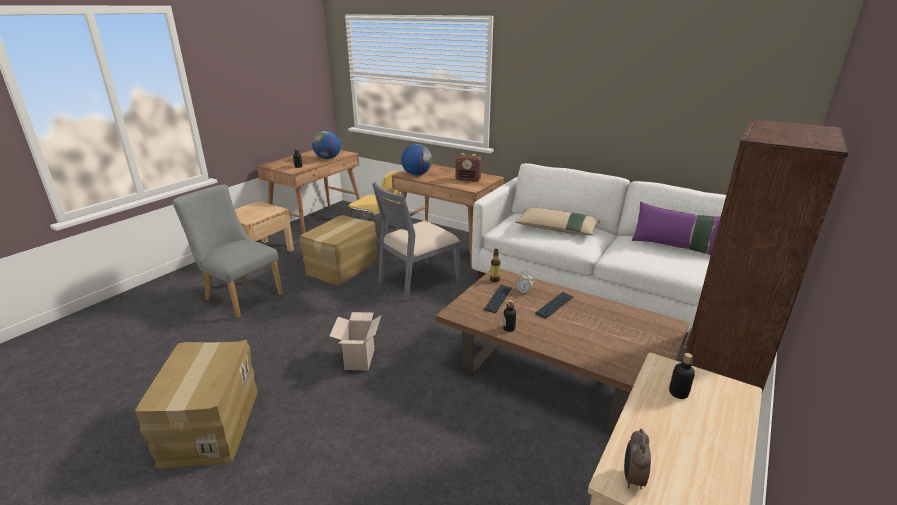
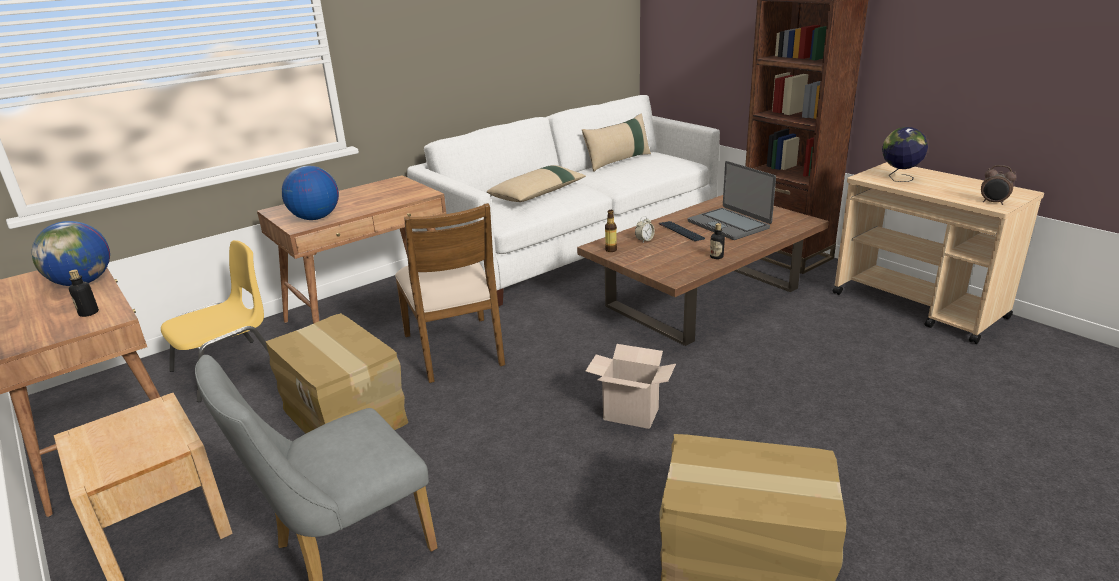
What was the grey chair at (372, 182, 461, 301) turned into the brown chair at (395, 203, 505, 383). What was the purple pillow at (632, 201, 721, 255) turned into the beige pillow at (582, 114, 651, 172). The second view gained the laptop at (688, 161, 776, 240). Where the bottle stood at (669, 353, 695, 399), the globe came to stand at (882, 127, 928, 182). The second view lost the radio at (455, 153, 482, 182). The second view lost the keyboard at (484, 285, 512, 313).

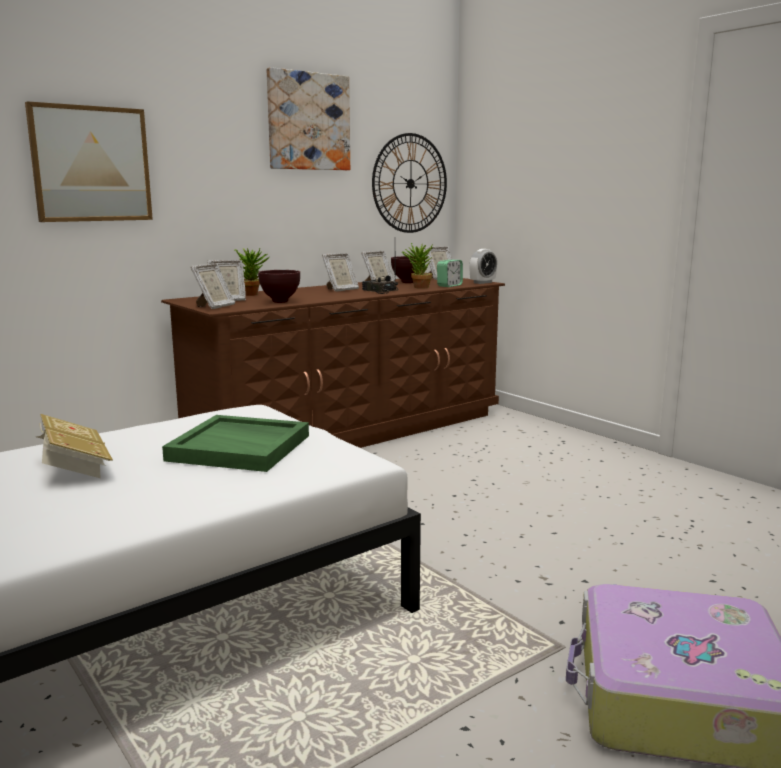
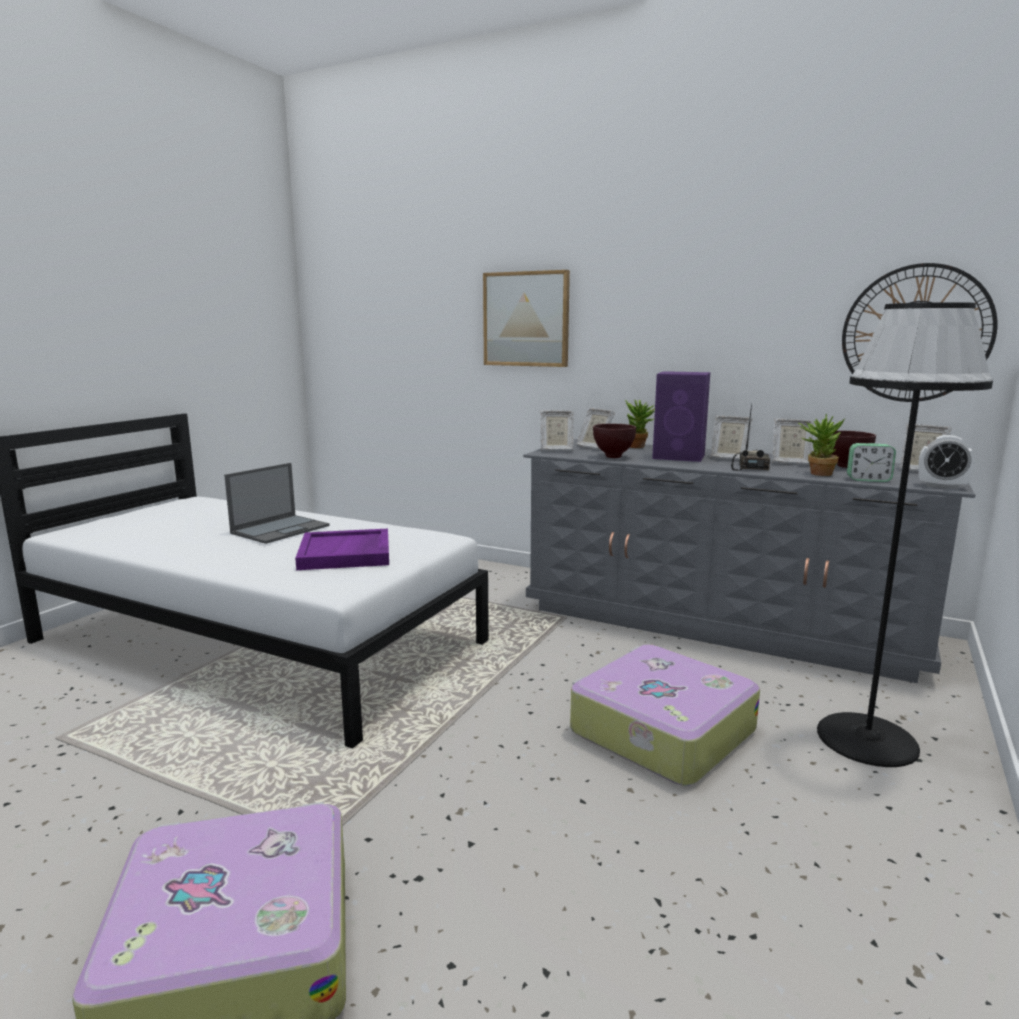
Where the book stood at (37, 414, 113, 478), the laptop came to stand at (224, 463, 330, 544). What was the green tray at (162, 415, 309, 472) turned into the purple tray at (295, 529, 389, 570). What was the brown dresser at (161, 278, 505, 448) turned into the grey dresser at (523, 439, 975, 683). The second view gained the suitcase at (570, 645, 760, 786). The second view gained the purple speaker at (652, 371, 710, 462). The second view gained the black floor lamp at (817, 302, 993, 767). The second view lost the picture at (267, 67, 350, 170).

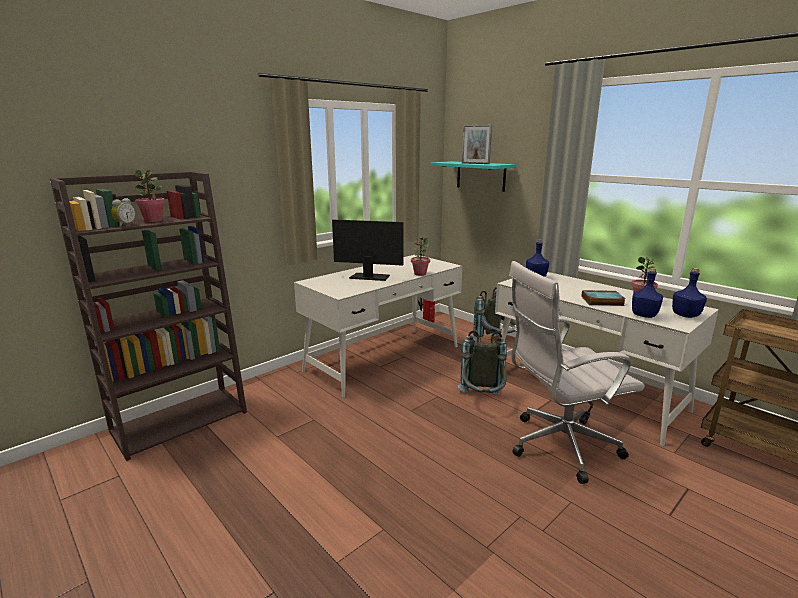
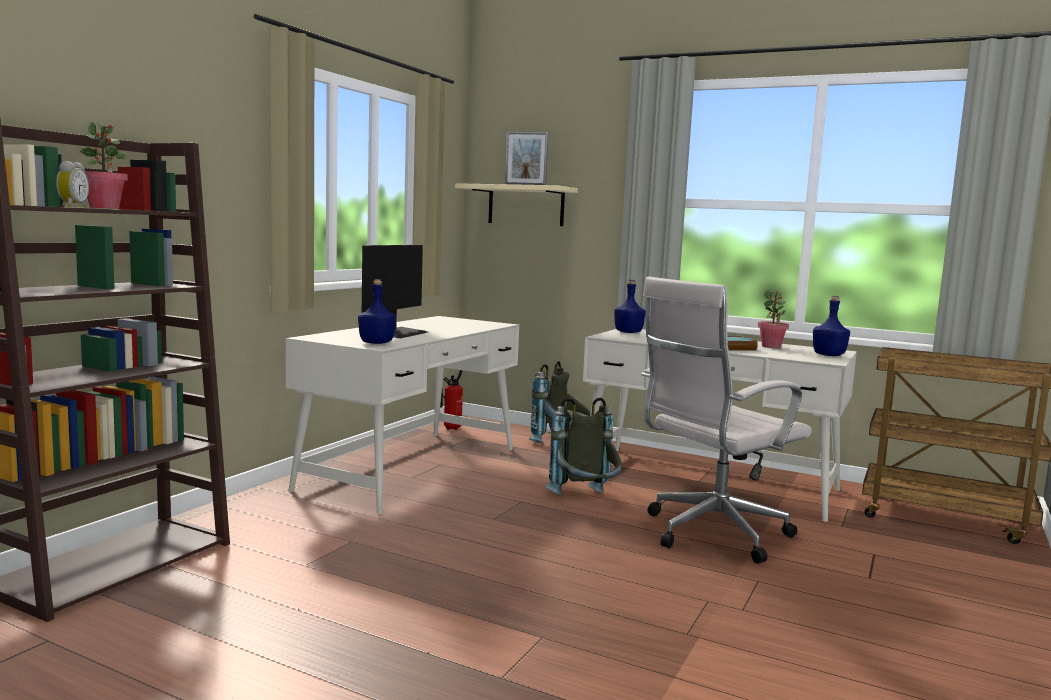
The blue bottle ended up elsewhere, having gone from (632, 268, 663, 318) to (358, 279, 396, 344). The monitor at (332, 220, 404, 281) ended up facing another way, 120 degrees clockwise from before. What was the turquoise shelf at (431, 161, 515, 192) turned into the beige shelf at (455, 183, 578, 226). The second view lost the potted plant at (411, 237, 430, 276).

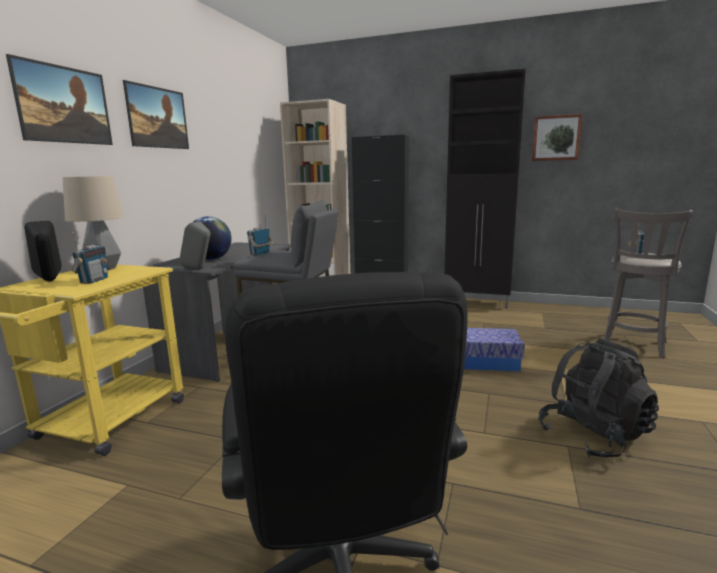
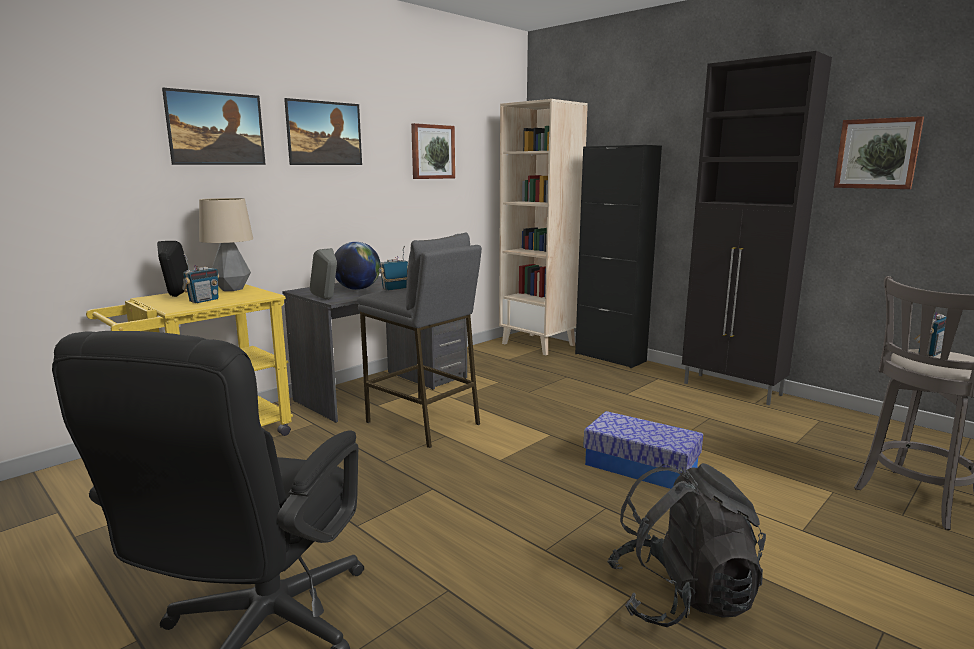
The second view gained the picture at (411, 123, 455, 179).

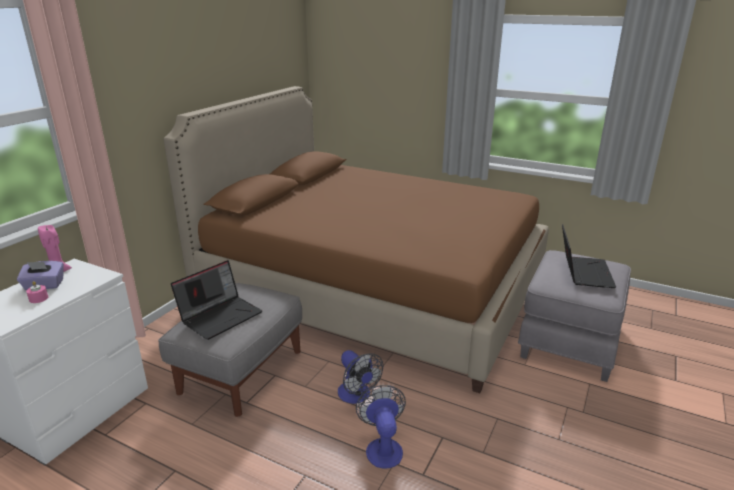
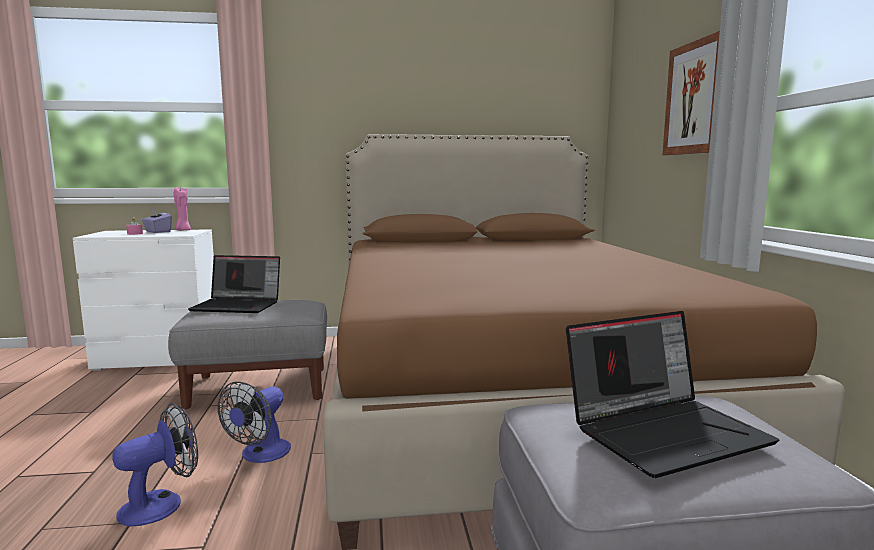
The second view gained the picture at (663, 31, 720, 155).

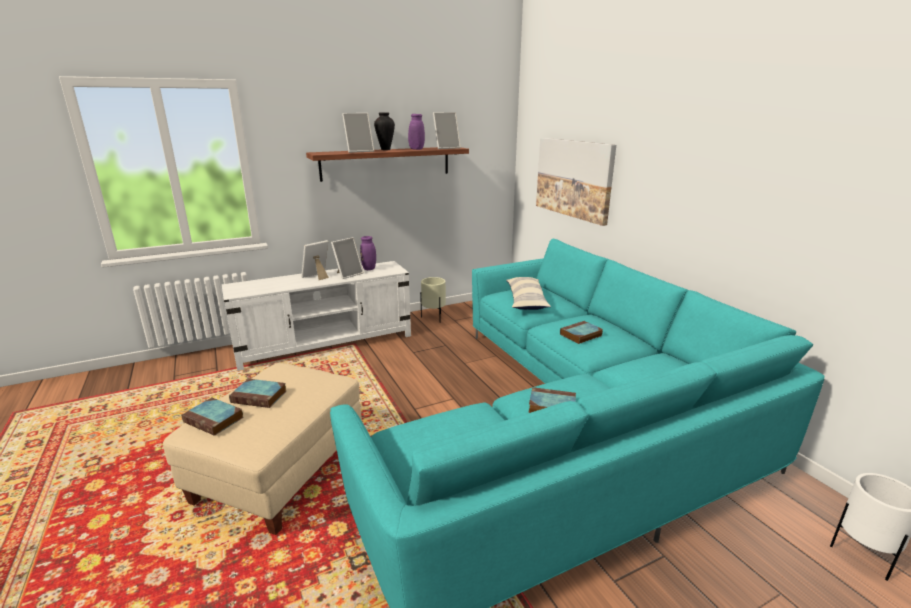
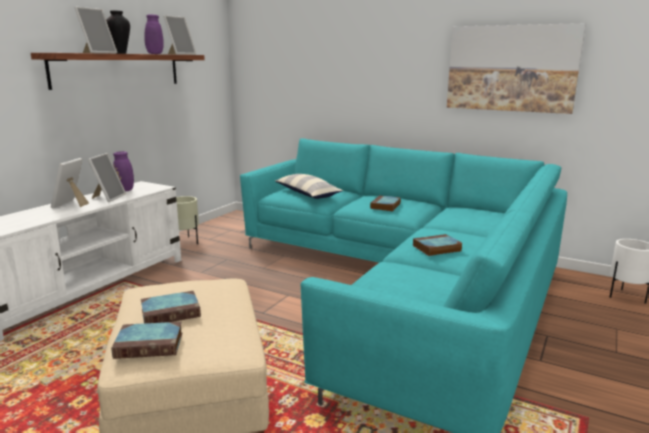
The picture ended up elsewhere, having gone from (536, 138, 616, 226) to (447, 23, 586, 114).

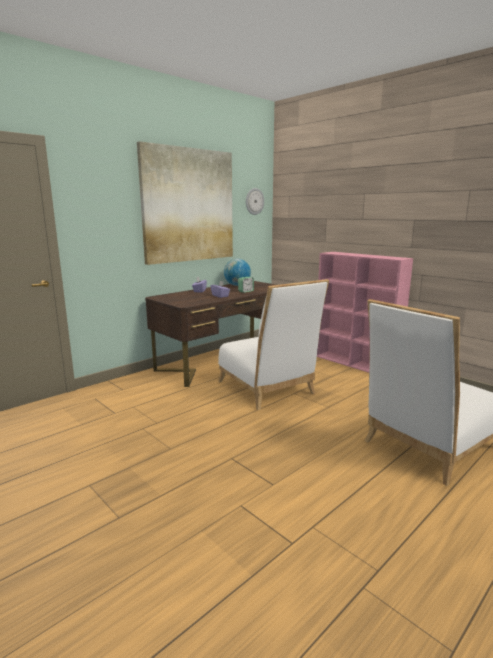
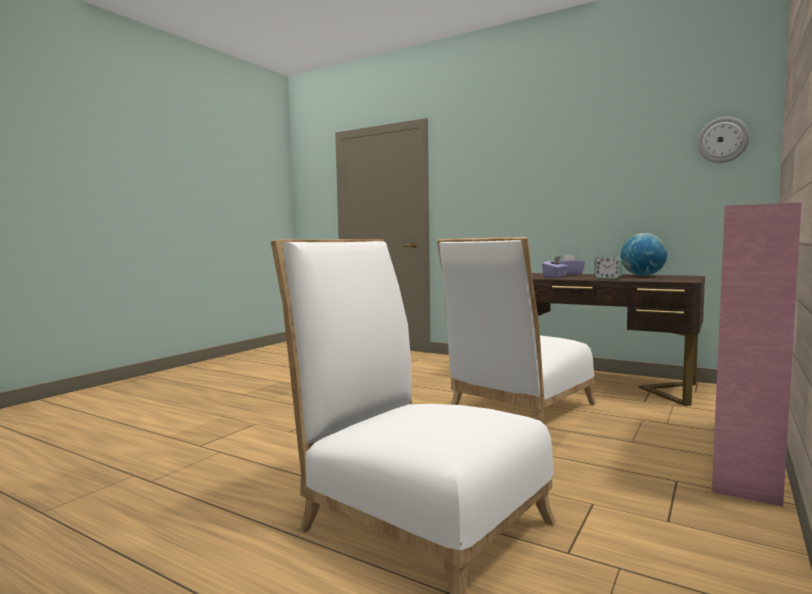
The second view lost the picture at (137, 141, 233, 265).

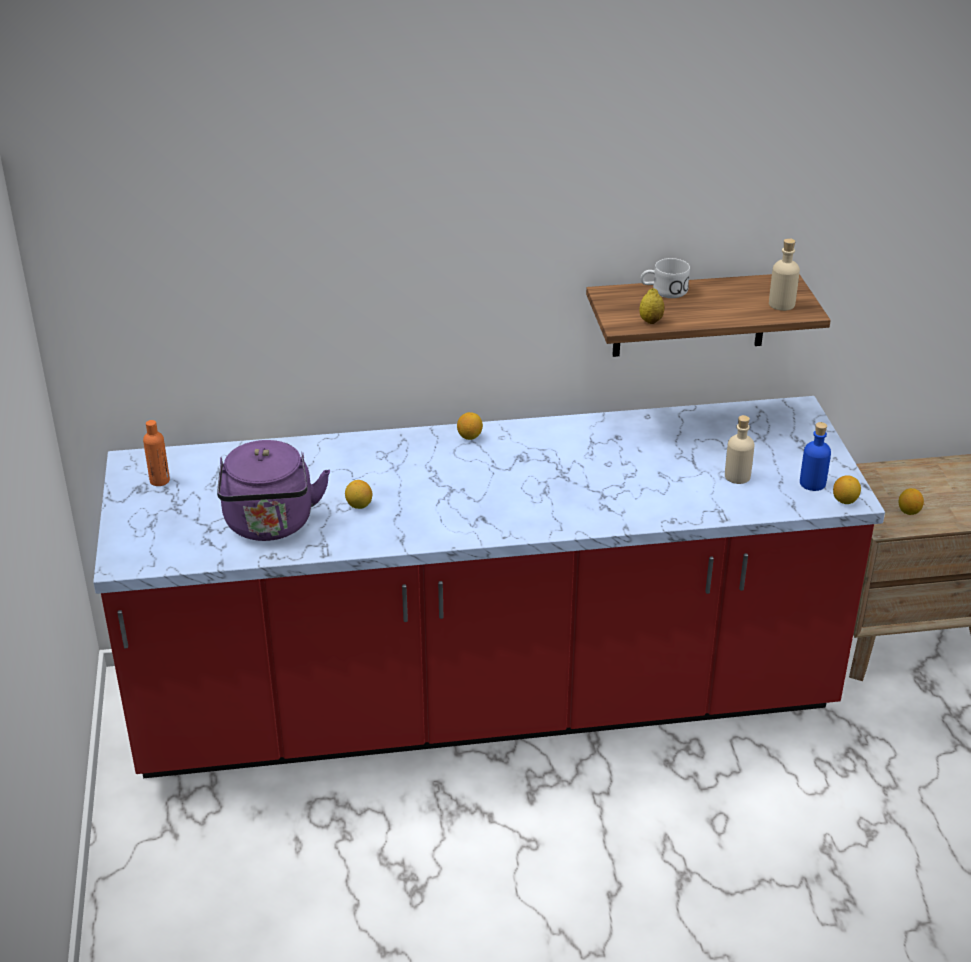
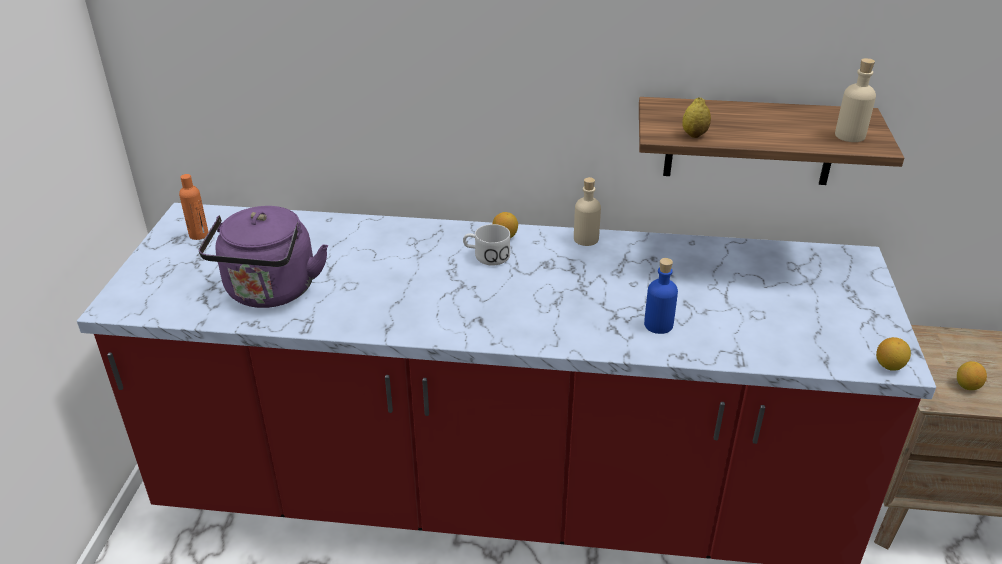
The white mug ended up elsewhere, having gone from (641, 258, 690, 298) to (463, 224, 510, 266). The beige bottle ended up elsewhere, having gone from (725, 415, 754, 484) to (574, 177, 601, 246). The blue bottle ended up elsewhere, having gone from (800, 422, 831, 491) to (644, 258, 678, 334). The second view lost the lemon at (345, 480, 372, 509).

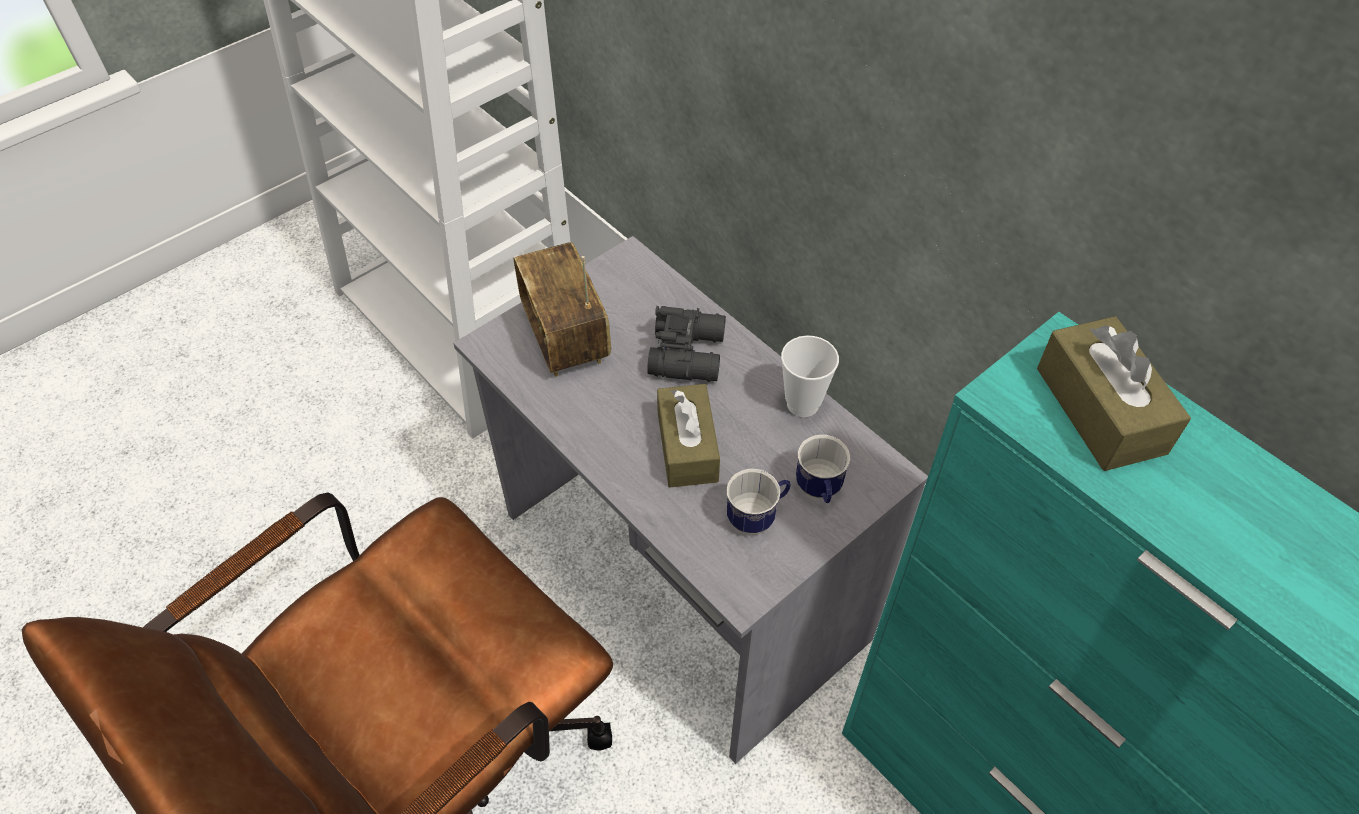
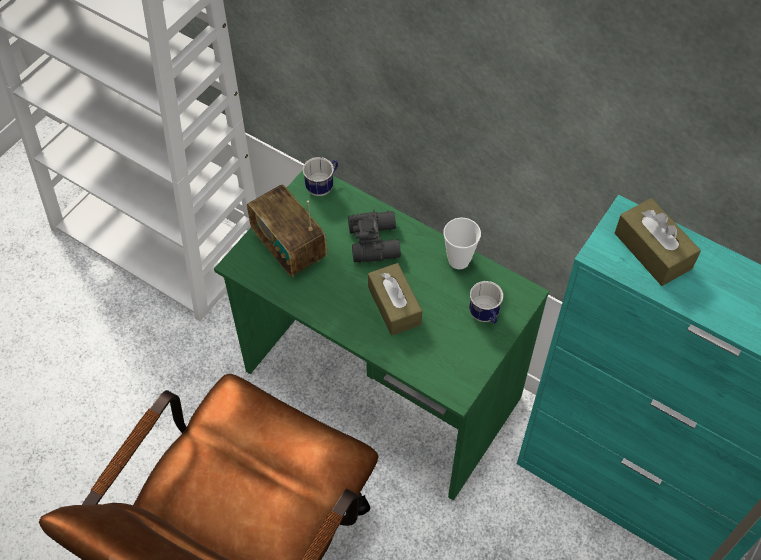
What was the grey desk at (453, 236, 928, 764) turned into the green desk at (214, 170, 549, 501). The mug ended up elsewhere, having gone from (727, 469, 791, 535) to (303, 157, 338, 196).

